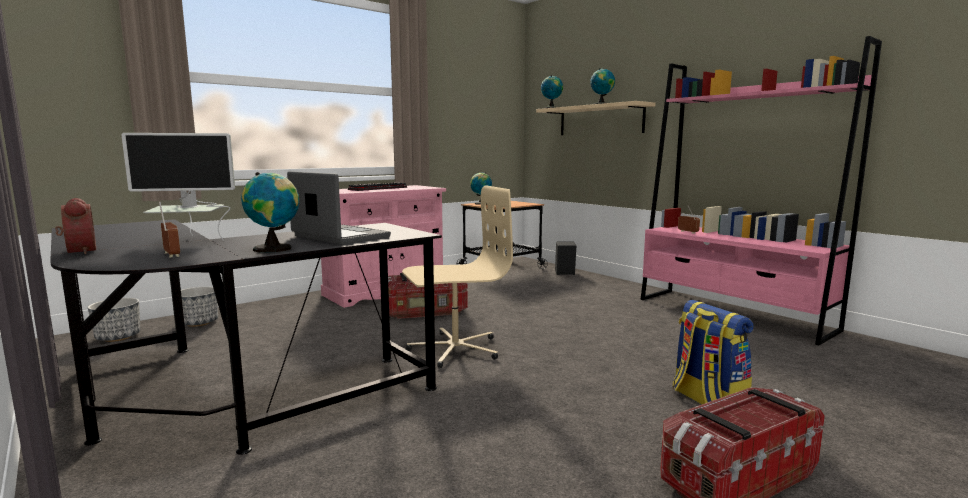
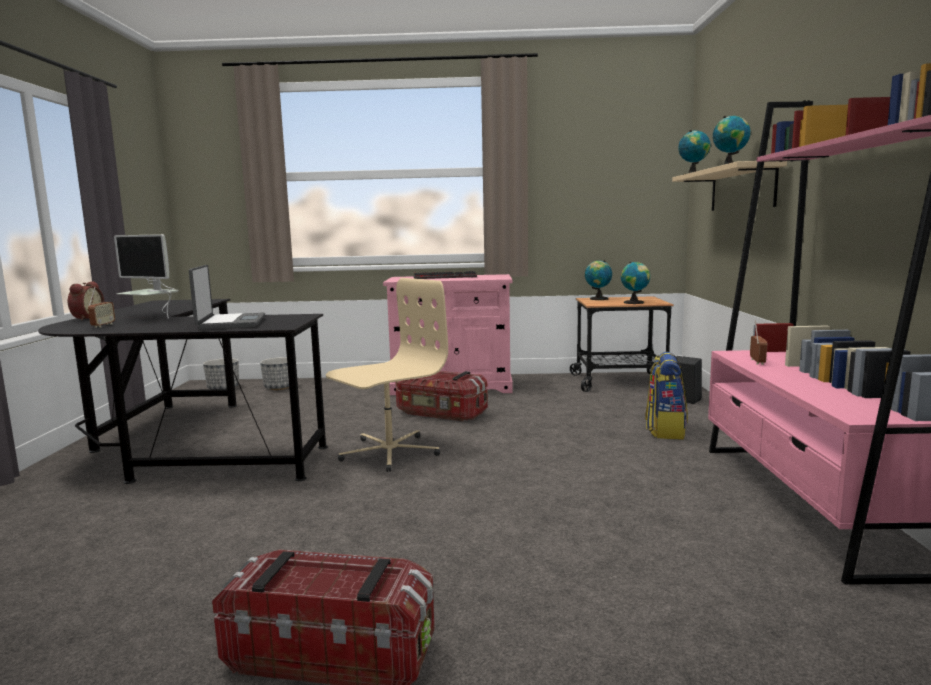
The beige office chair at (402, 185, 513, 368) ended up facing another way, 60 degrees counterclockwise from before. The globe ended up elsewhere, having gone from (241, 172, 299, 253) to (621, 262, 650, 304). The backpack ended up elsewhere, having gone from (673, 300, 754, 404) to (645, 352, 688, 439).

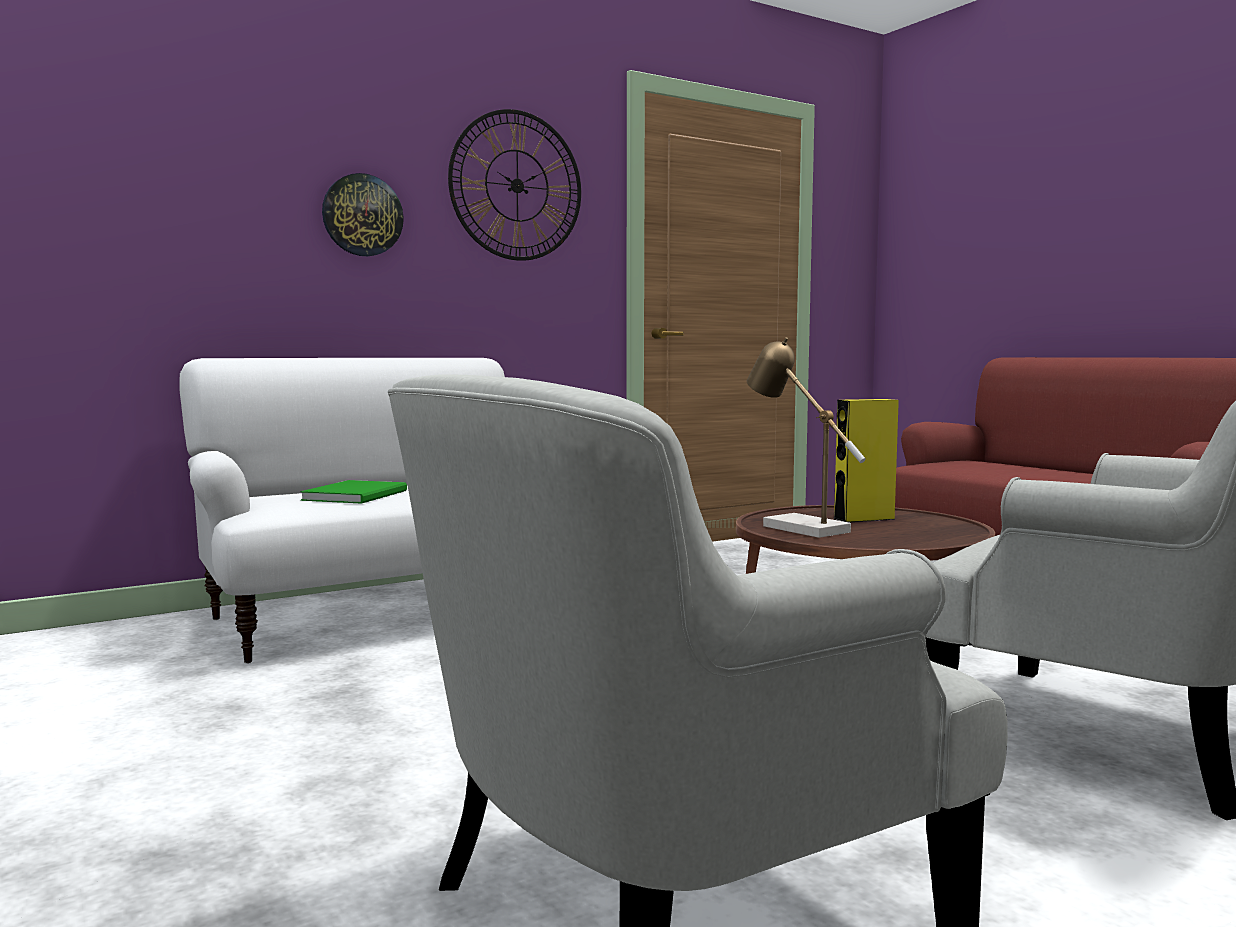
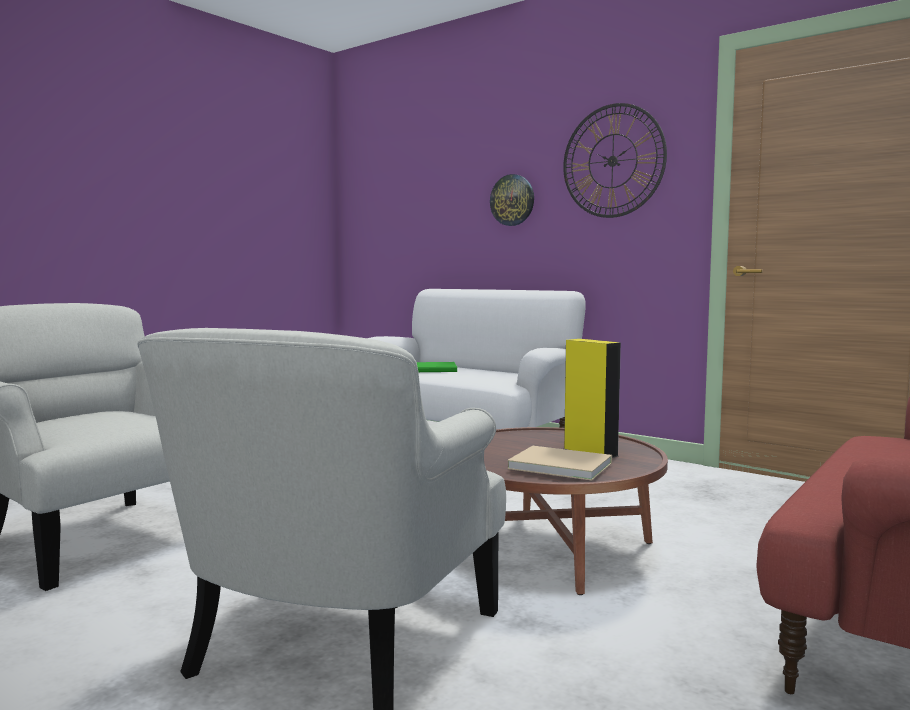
The second view gained the beige book at (507, 446, 612, 481). The second view lost the table lamp at (747, 337, 866, 538).

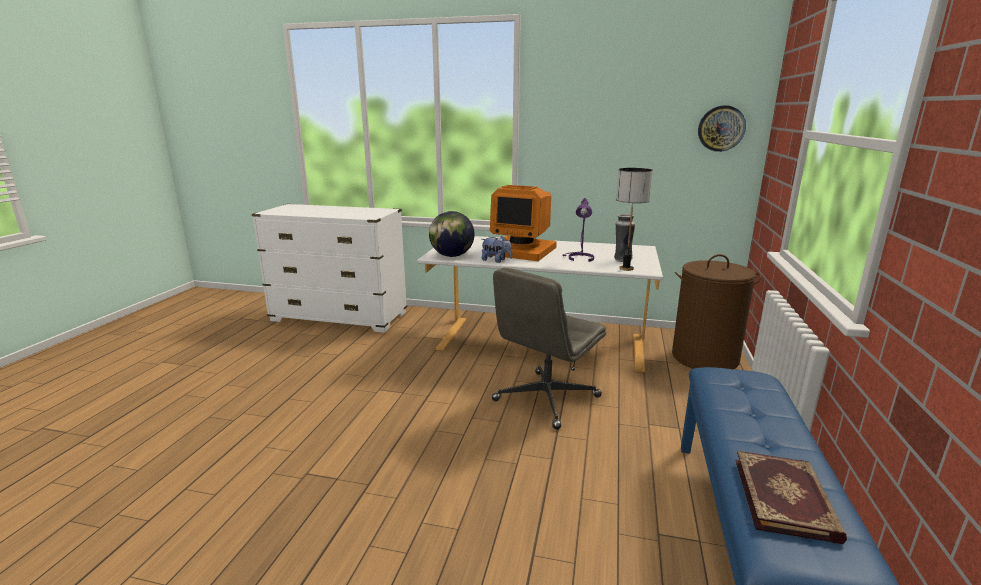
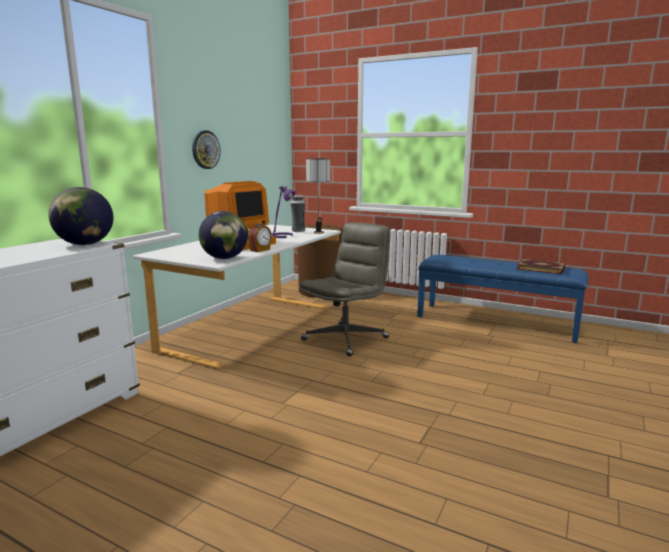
The second view gained the globe at (48, 187, 113, 245). The wall clock ended up elsewhere, having gone from (698, 105, 746, 152) to (192, 130, 221, 169). Where the plush toy stood at (481, 236, 512, 263), the alarm clock came to stand at (248, 224, 272, 252). The grey office chair at (492, 268, 606, 429) ended up facing another way, 105 degrees counterclockwise from before.

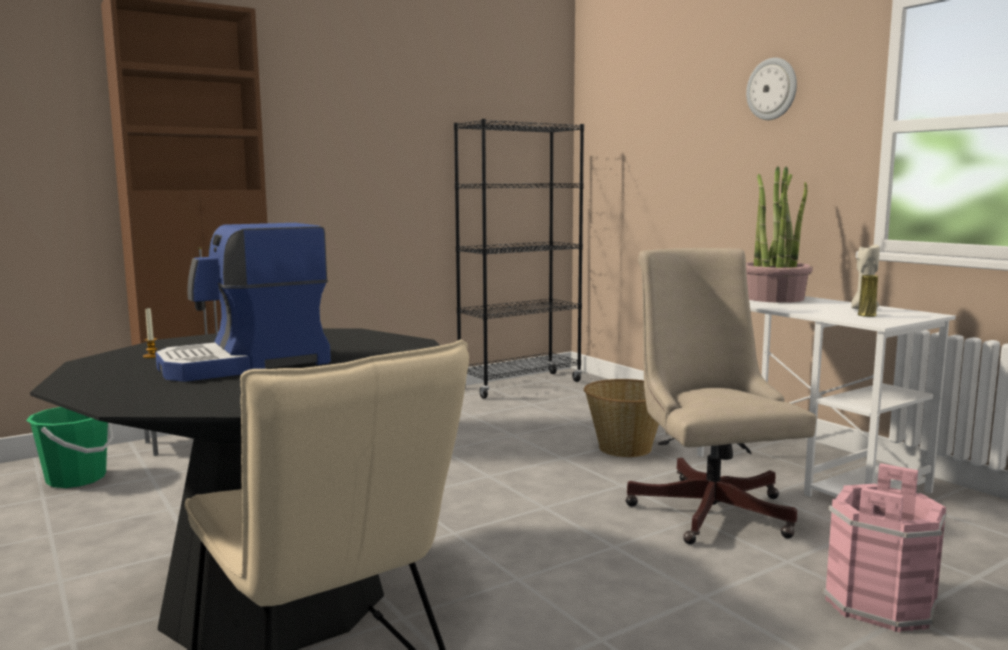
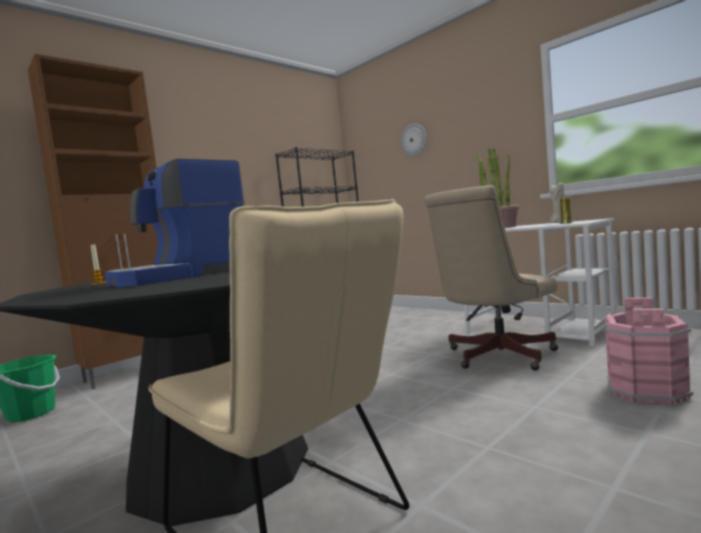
The wall clock ended up elsewhere, having gone from (746, 58, 797, 120) to (401, 123, 427, 156). The beige office chair at (625, 248, 816, 544) ended up facing another way, 105 degrees counterclockwise from before. The second view lost the basket at (584, 379, 659, 457).

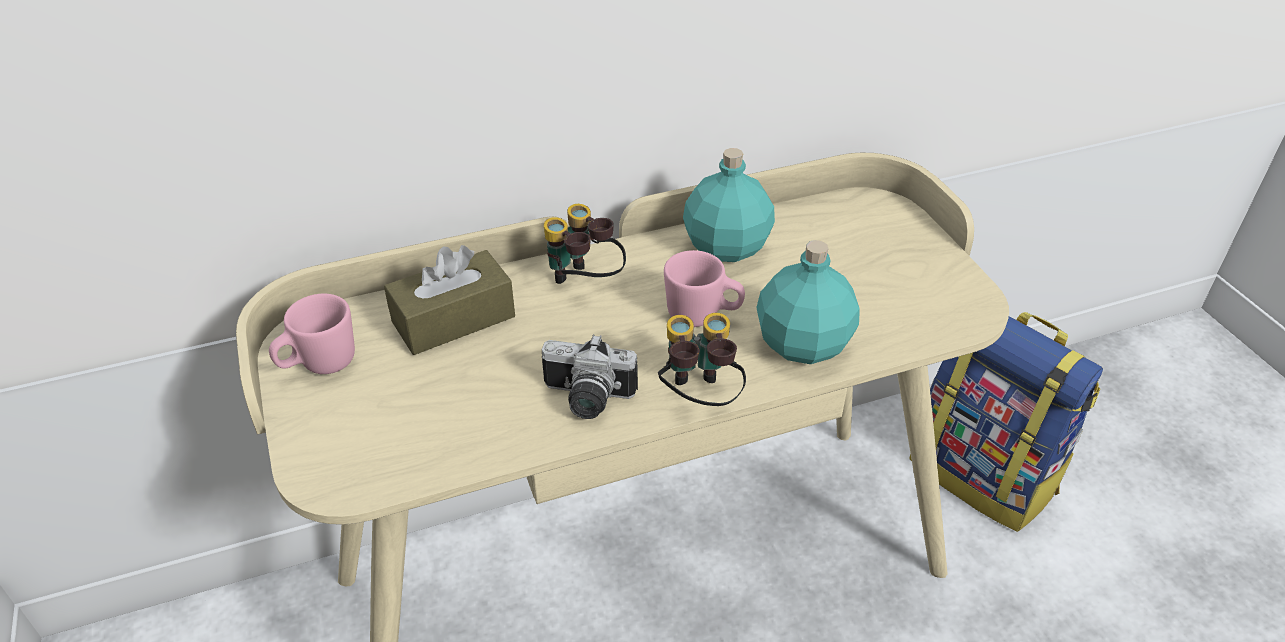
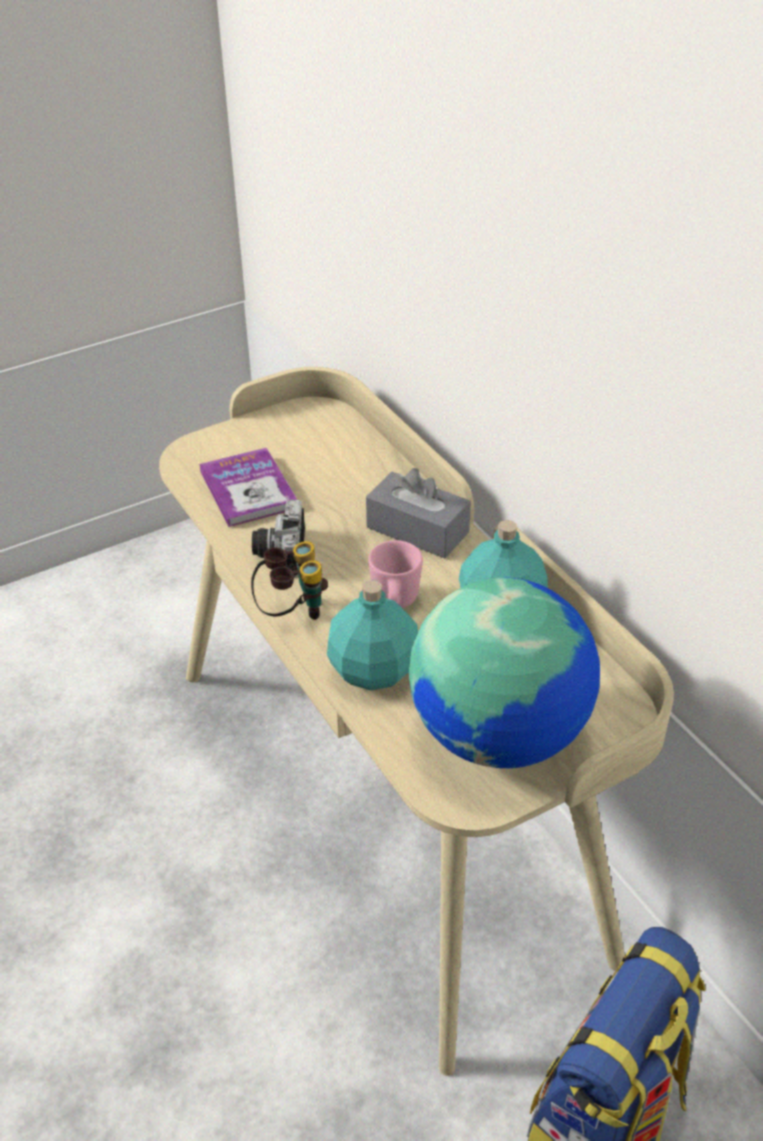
The second view gained the book at (200, 448, 297, 527). Where the binoculars stood at (544, 204, 626, 284), the grey tissue box came to stand at (366, 468, 471, 558). The second view gained the globe at (409, 577, 600, 768). The second view lost the pink mug at (269, 294, 355, 374). The second view lost the brown tissue box at (384, 245, 515, 355).

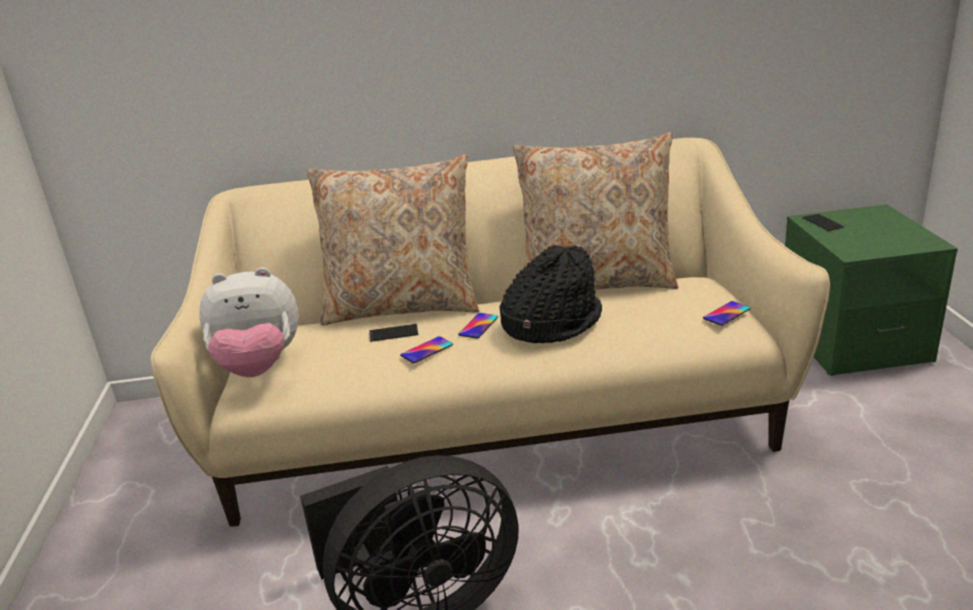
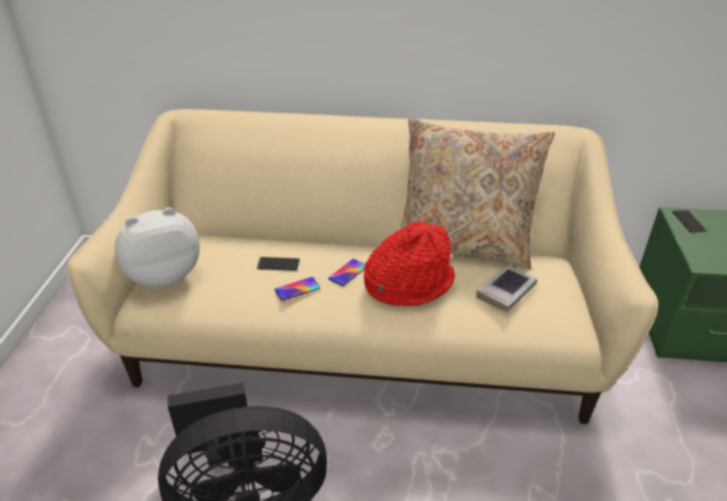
The plush toy at (199, 267, 299, 377) ended up facing another way, 150 degrees clockwise from before. What was the black hat at (500, 245, 602, 343) turned into the red hat at (364, 221, 455, 306). The second view gained the book at (476, 266, 537, 312). The second view lost the beige pillow at (307, 155, 479, 325). The second view lost the phone at (703, 301, 751, 326).

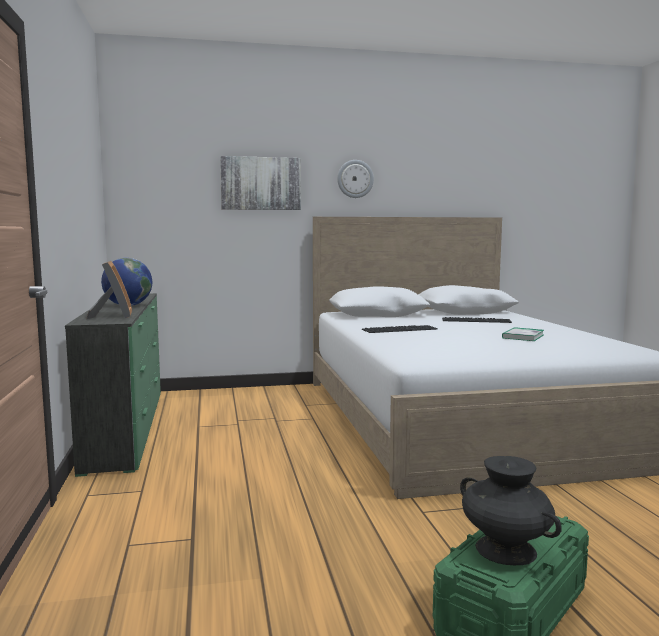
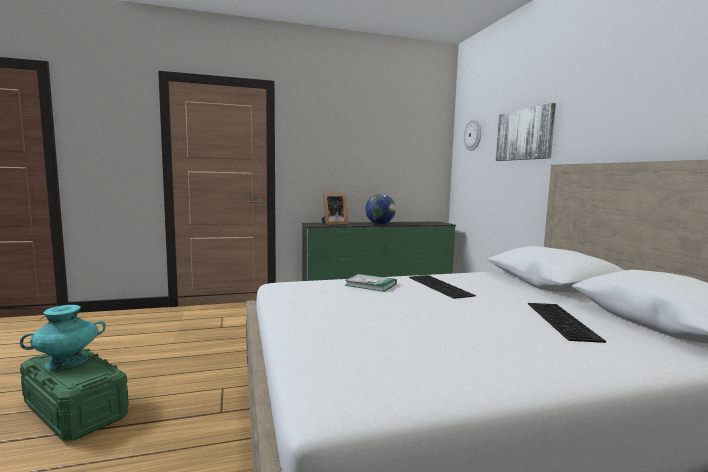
What was the black vase at (460, 456, 562, 565) turned into the turquoise vase at (20, 305, 106, 369). The book ended up elsewhere, having gone from (502, 327, 544, 341) to (345, 274, 397, 292). The wall clock ended up elsewhere, having gone from (337, 160, 374, 198) to (464, 119, 481, 151).

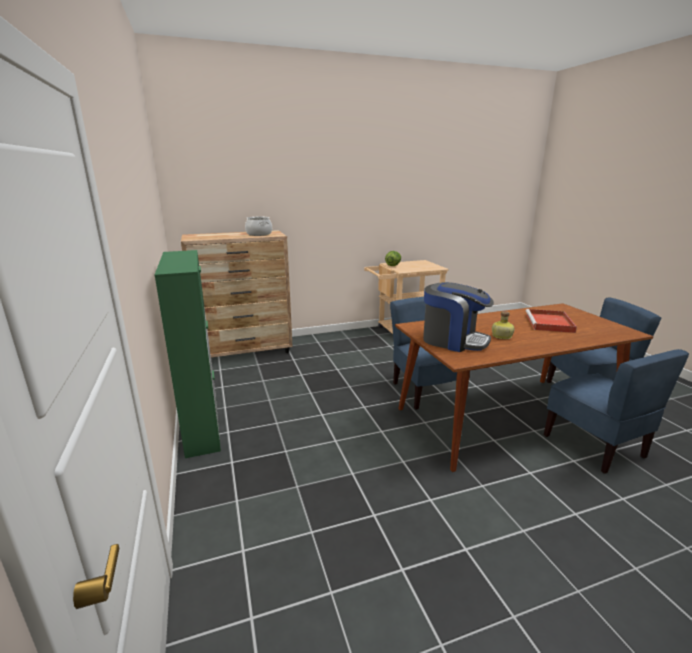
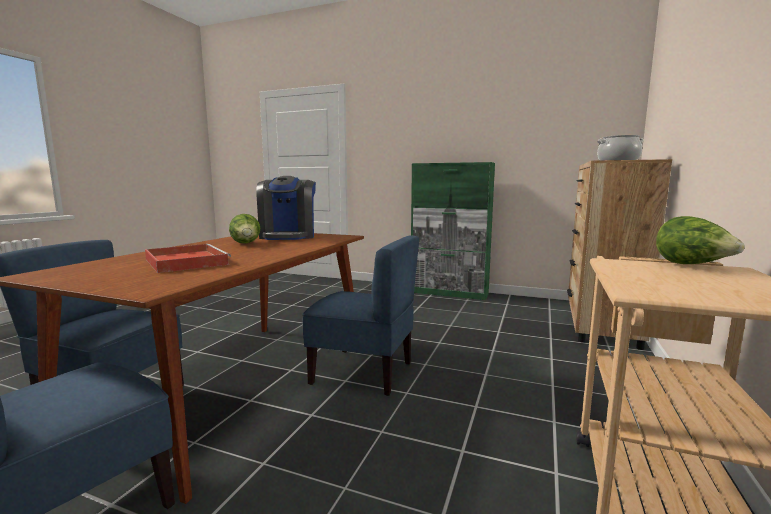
Where the bottle stood at (492, 311, 515, 339), the lettuce came to stand at (229, 214, 260, 244). The coffee machine at (423, 282, 494, 352) ended up facing another way, 75 degrees counterclockwise from before.

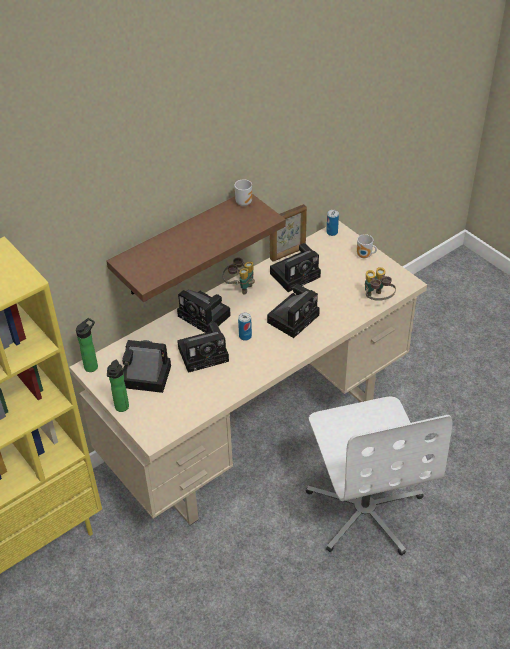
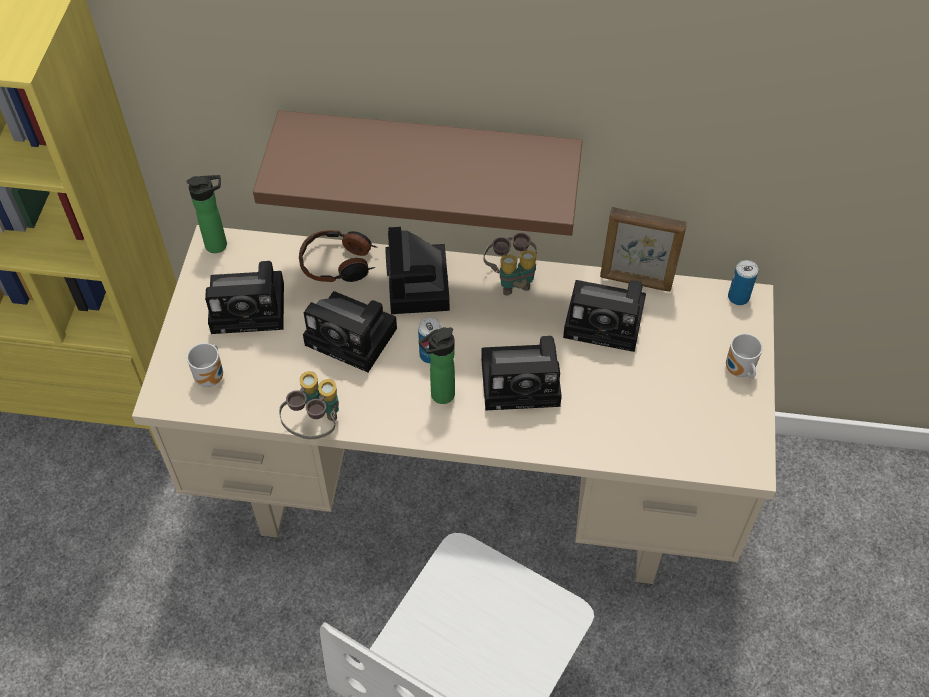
The mug ended up elsewhere, having gone from (234, 179, 252, 206) to (187, 343, 223, 387). The photo camera at (122, 340, 171, 393) ended up facing another way, 120 degrees clockwise from before. The binoculars ended up elsewhere, having gone from (365, 267, 396, 301) to (279, 371, 339, 439). The second view gained the headphones at (299, 230, 378, 282). The bottle ended up elsewhere, having gone from (107, 360, 129, 412) to (419, 327, 455, 404).

